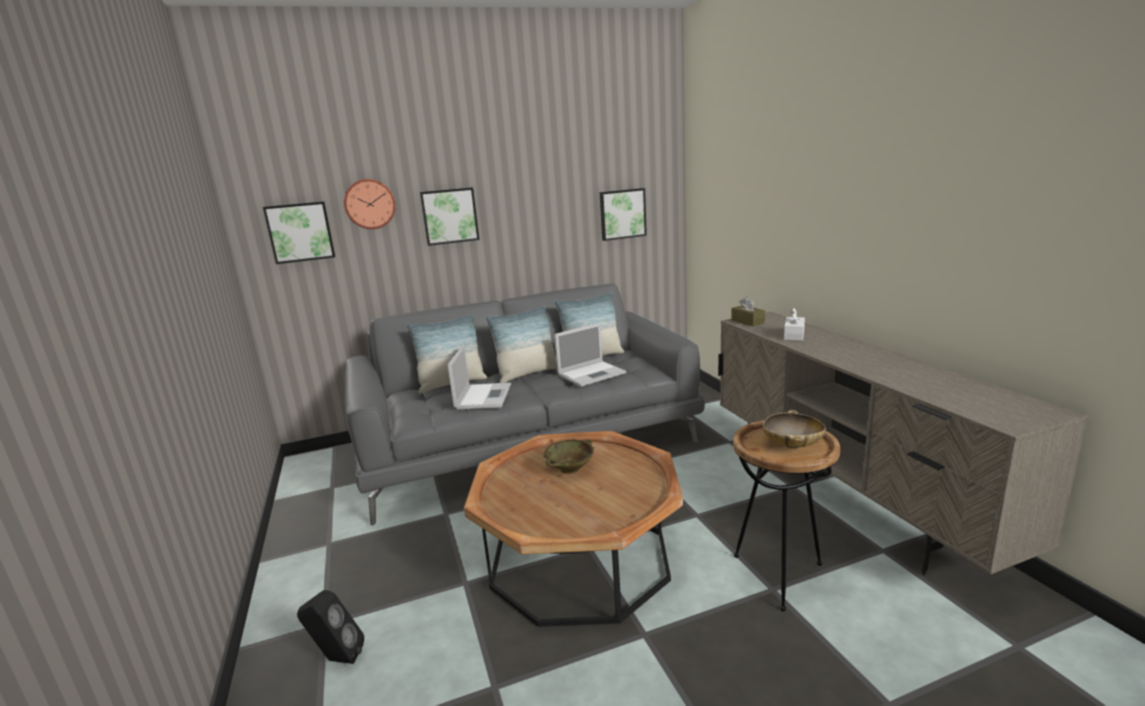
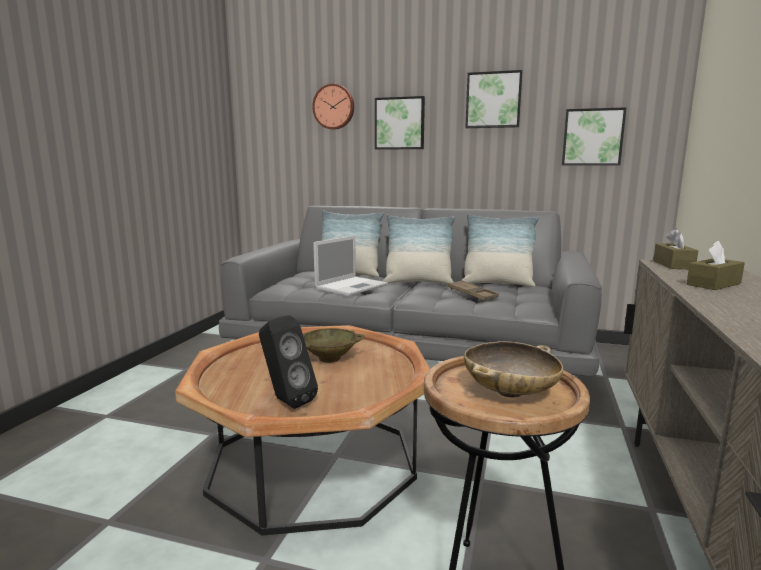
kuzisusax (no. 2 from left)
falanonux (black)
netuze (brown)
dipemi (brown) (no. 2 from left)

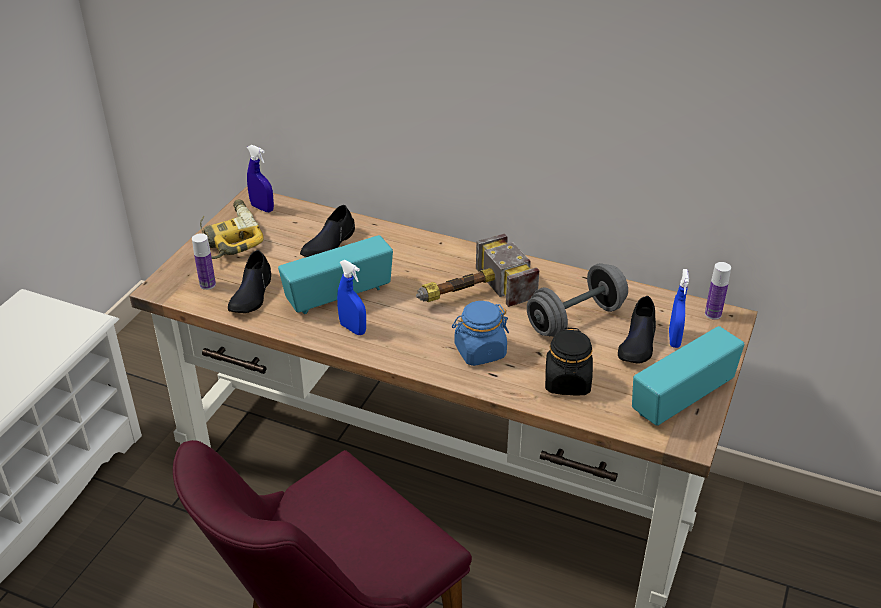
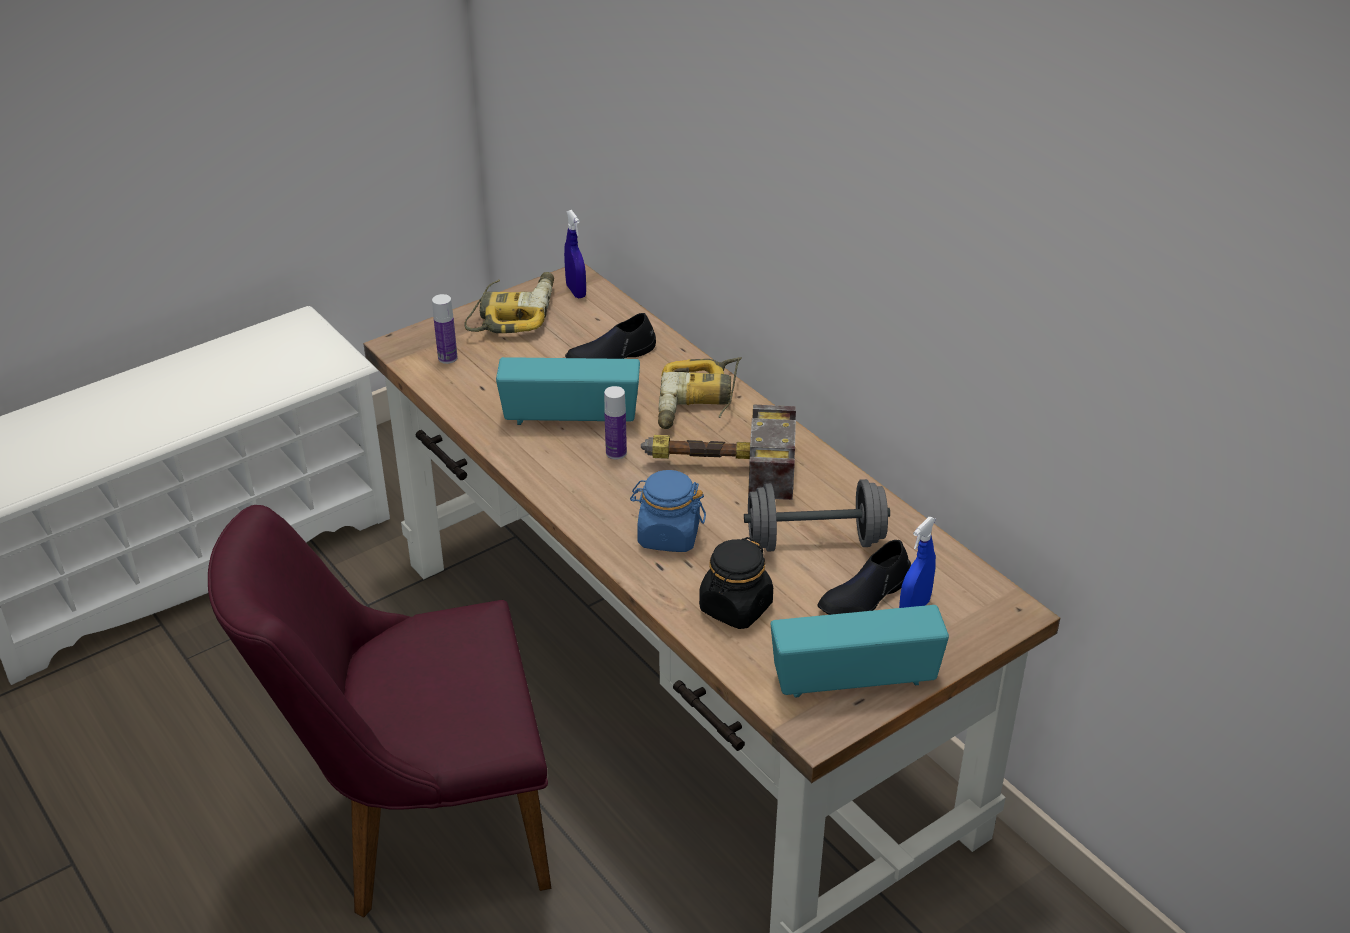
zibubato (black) (no. 1 from left in the first image)
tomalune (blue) (no. 2 from left in the first image)
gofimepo (no. 2 from left)
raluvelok (no. 2 from left)

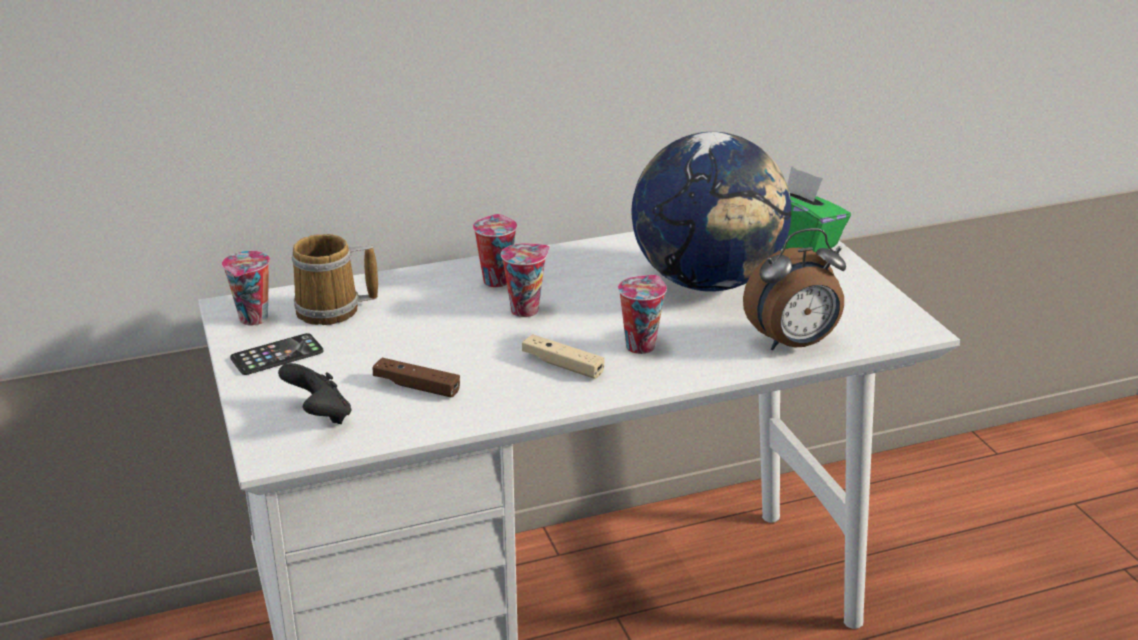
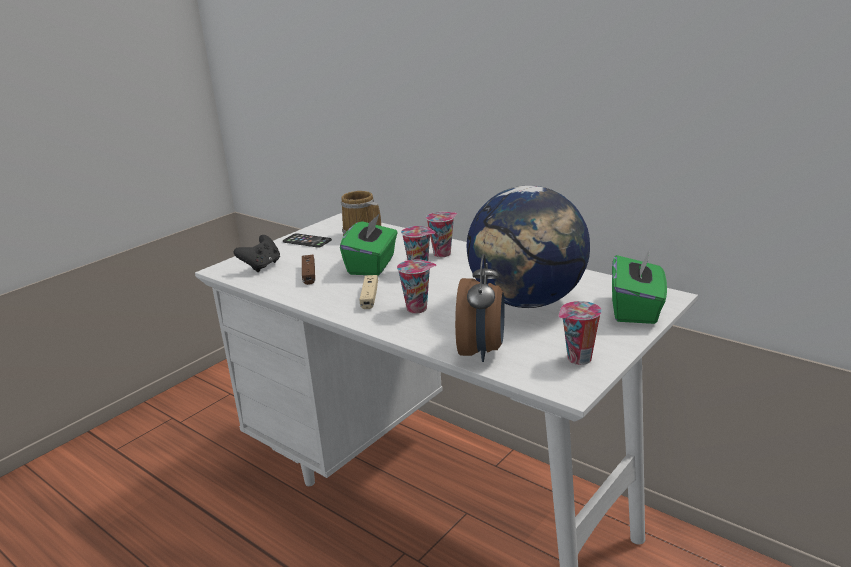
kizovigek (no. 4 from left)
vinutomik
dipemi (green) (no. 1 from left)

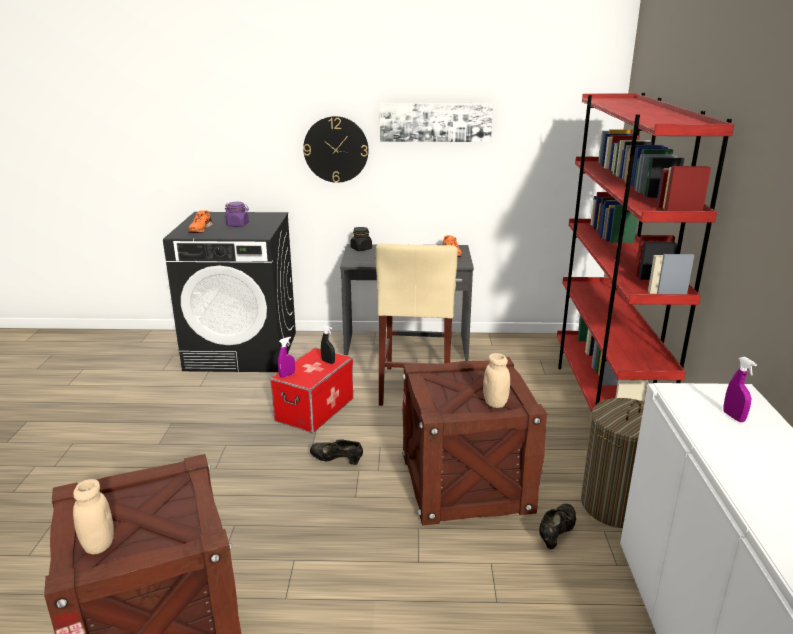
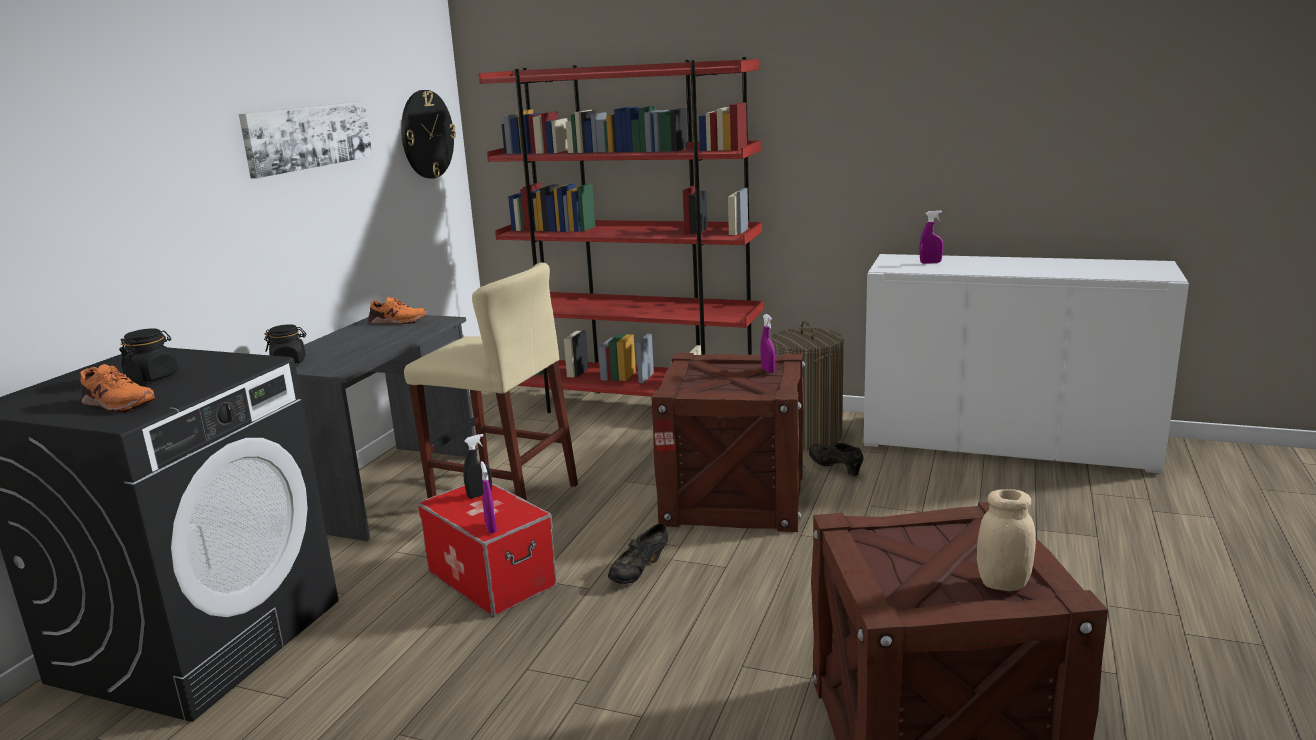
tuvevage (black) (no. 1 from left)
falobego
tomalune (purple) (no. 2 from left)

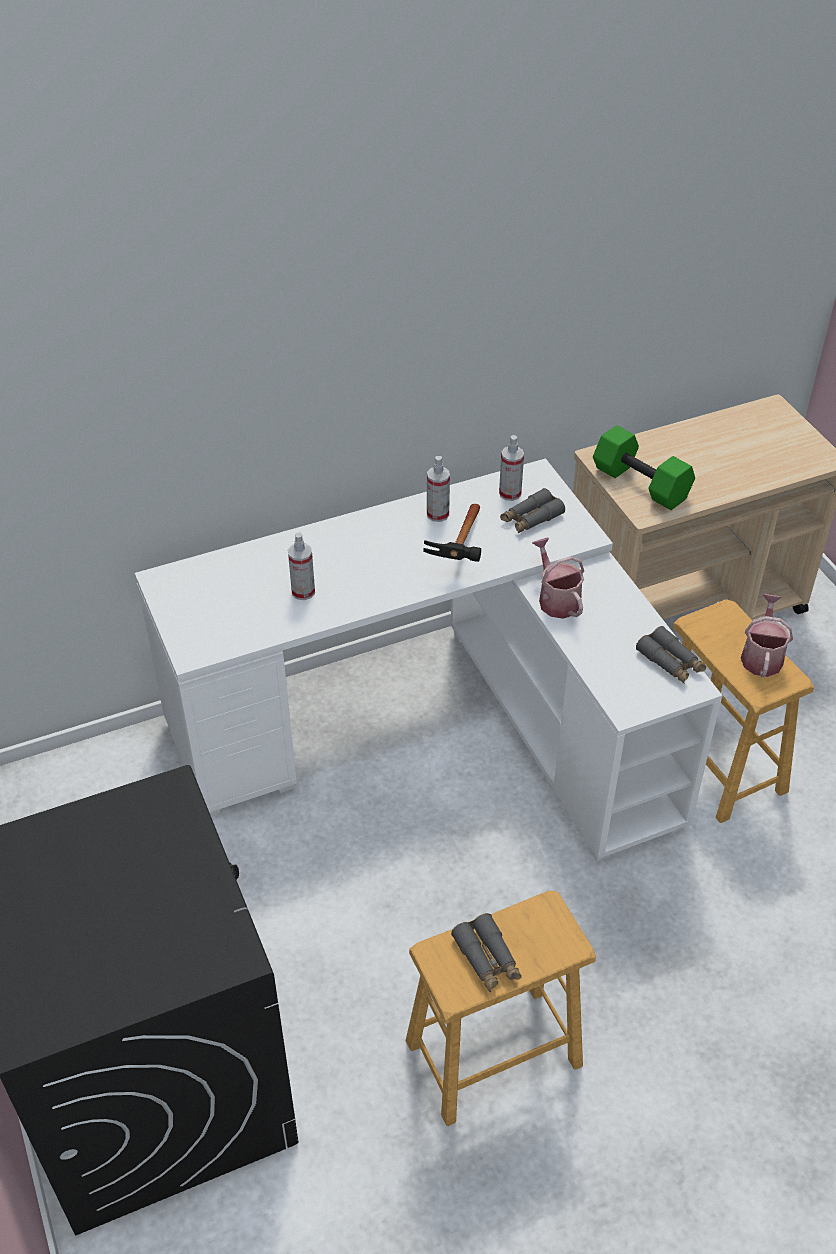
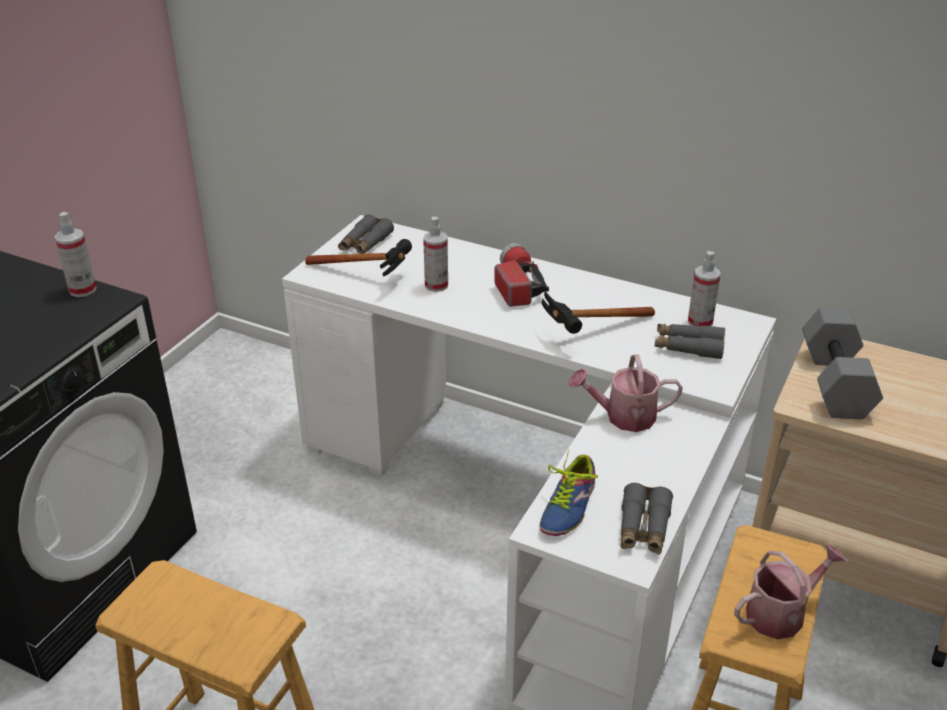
tomalune (no. 1 from left)
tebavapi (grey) (no. 1 from left)
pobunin (no. 1 from left)
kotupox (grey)
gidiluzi (no. 1 from left)
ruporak
zibubato

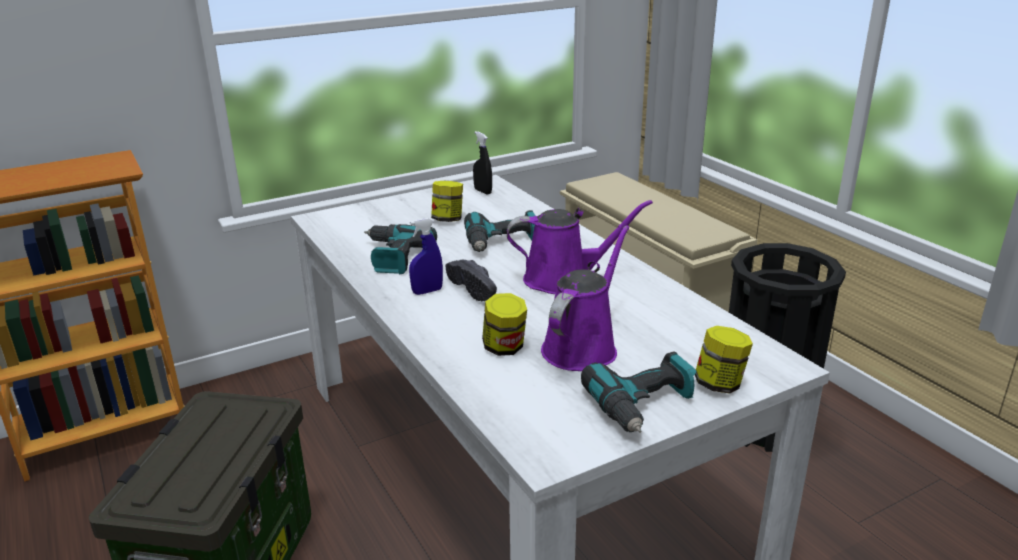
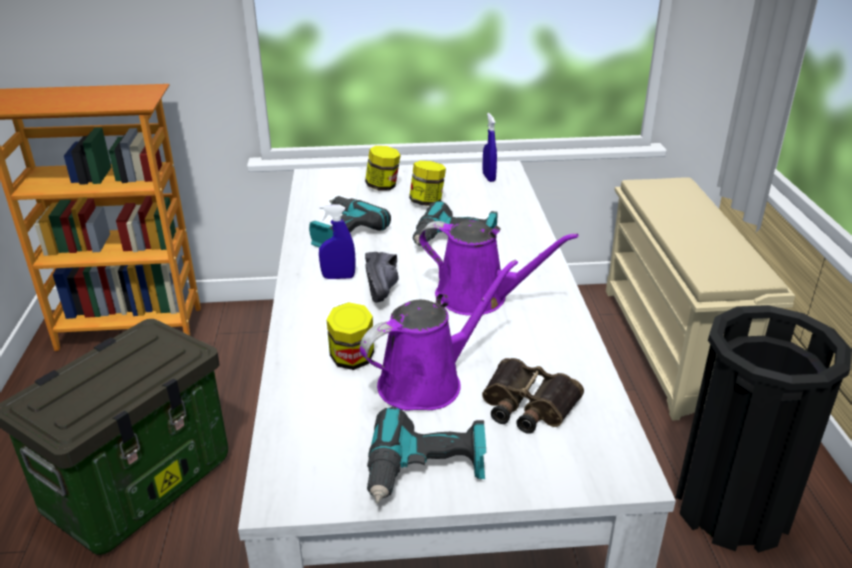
tomalune (blue) (no. 2 from left)
tuvevage (no. 2 from left)
tebavapi

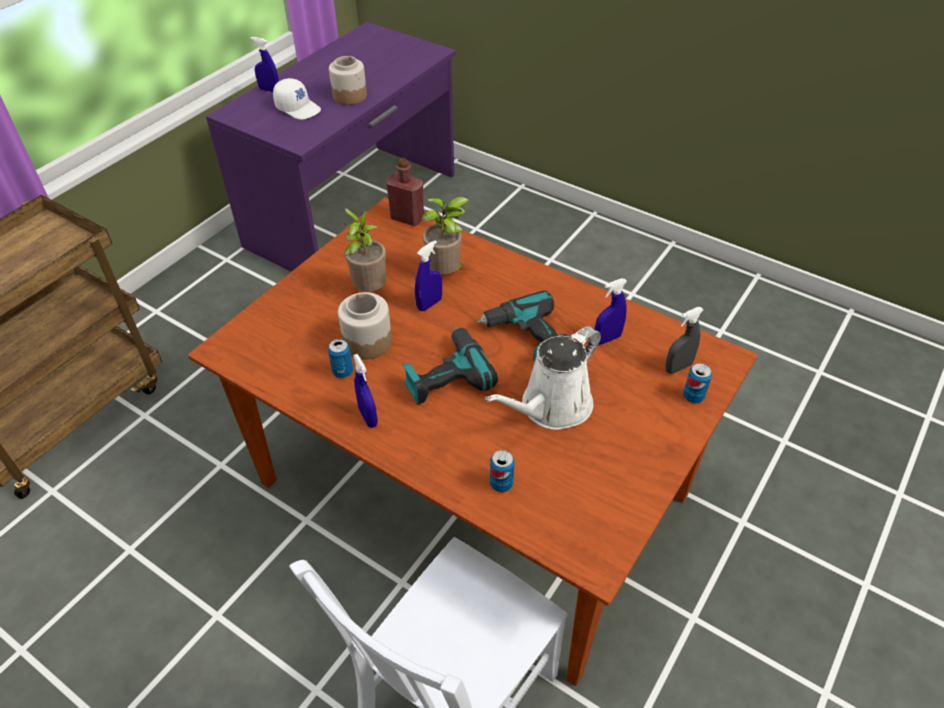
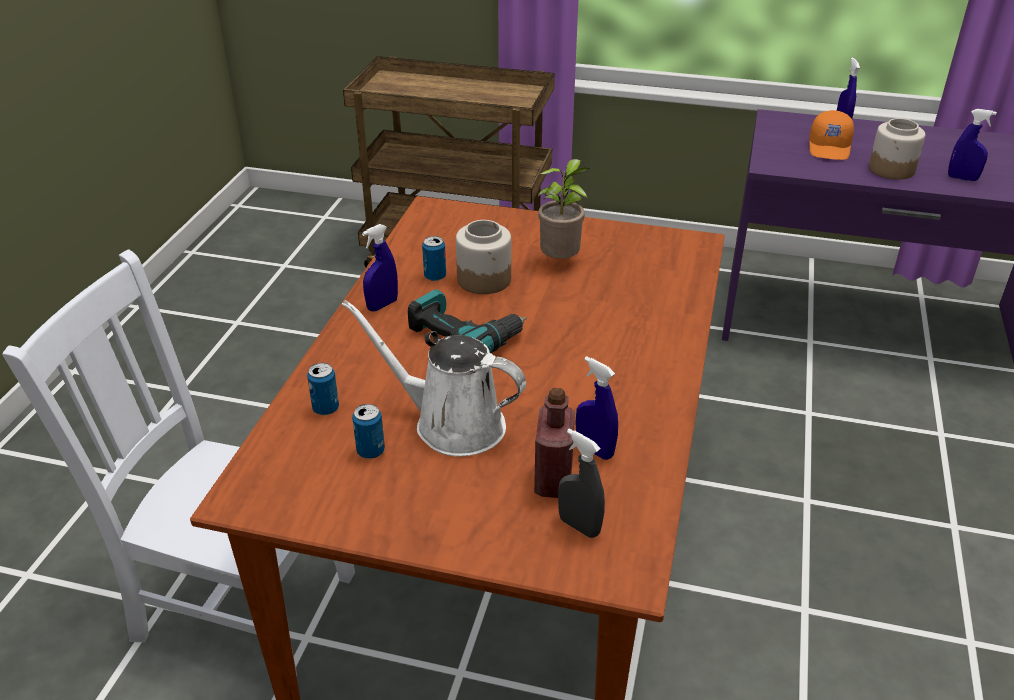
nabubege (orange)
gofimepo (red)
tomalune (blue) (no. 4 from left)
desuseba (no. 2 from left in the first image)
raluvelok (no. 2 from left in the first image)
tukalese (no. 2 from left)

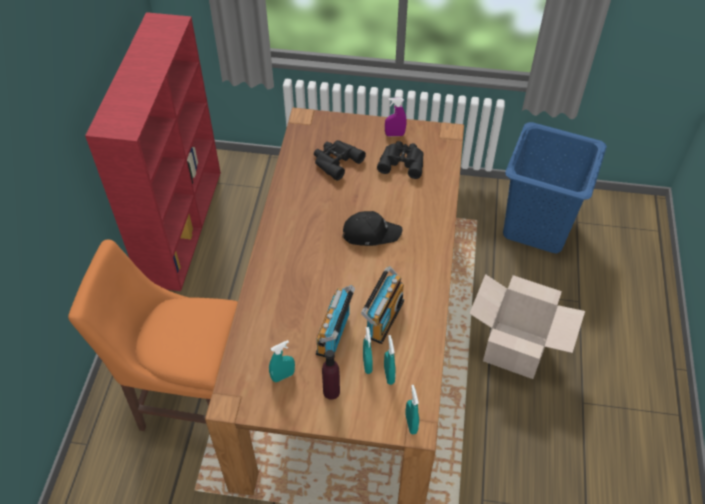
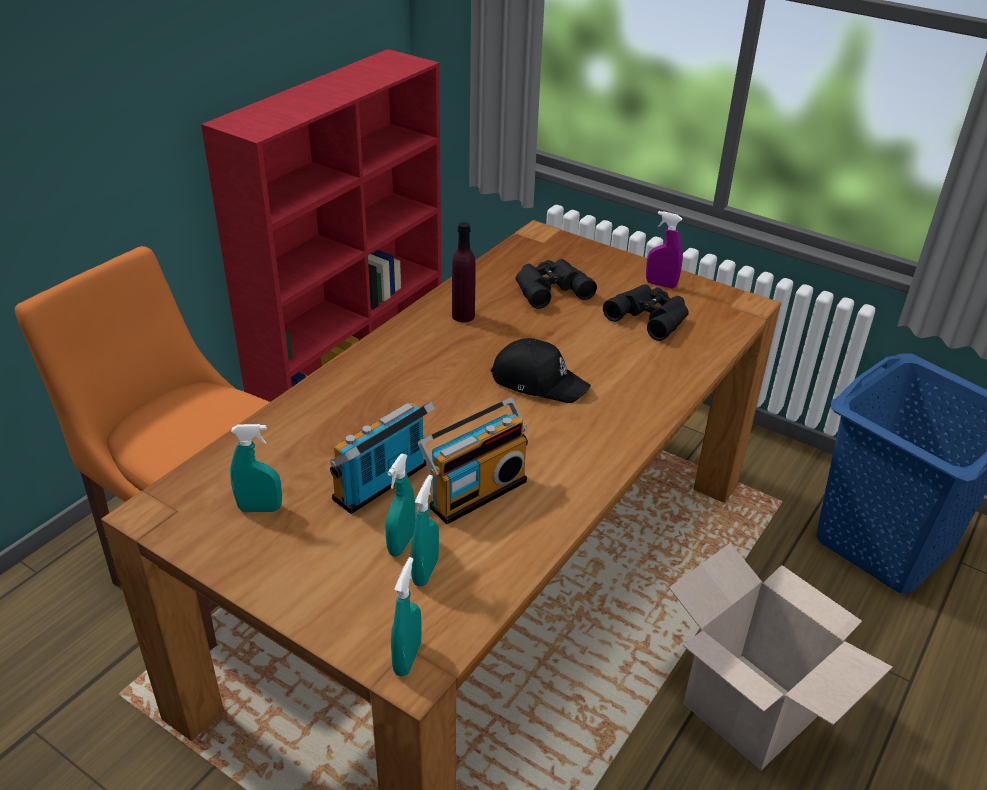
gofimepo (purple)

